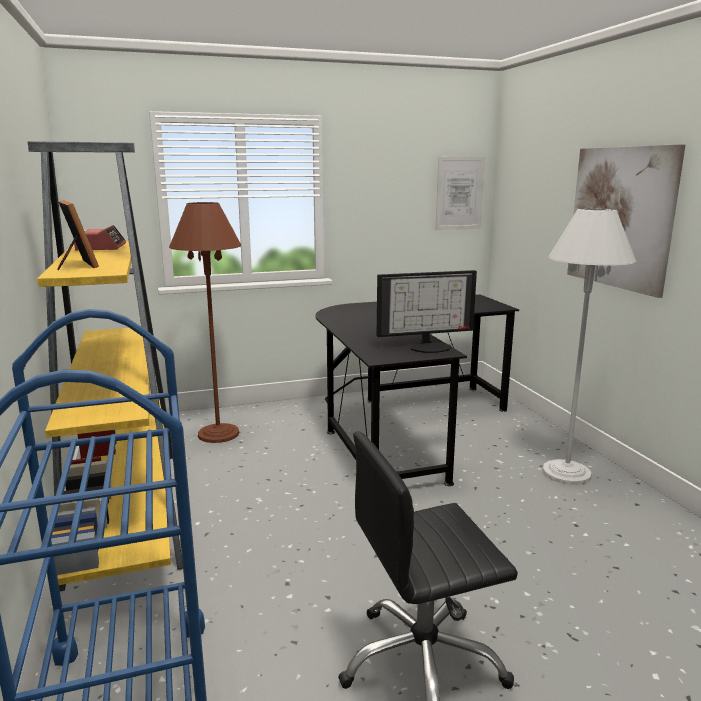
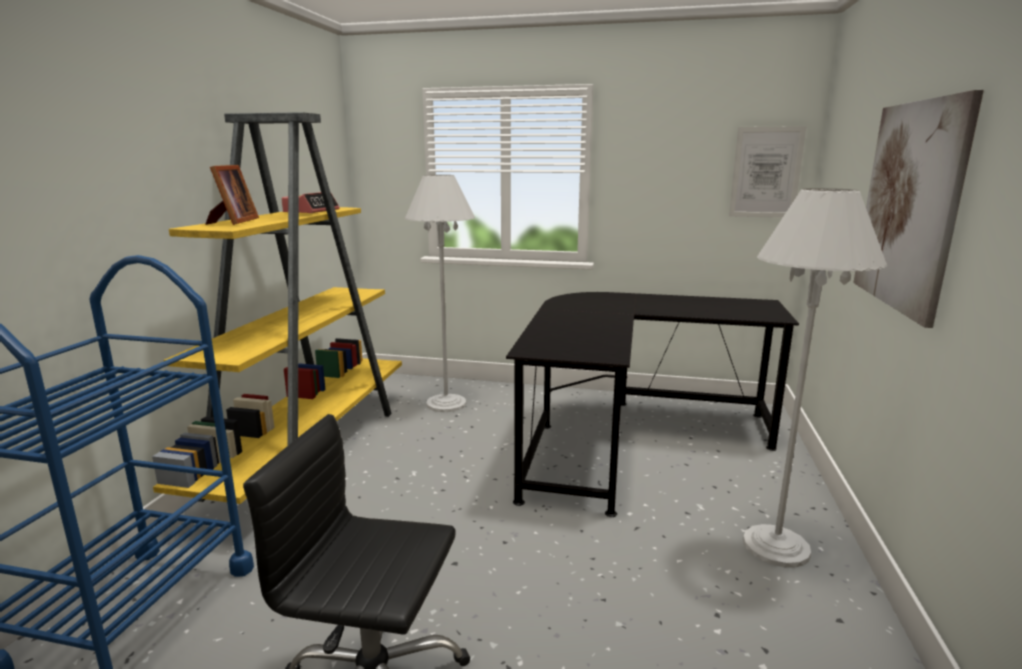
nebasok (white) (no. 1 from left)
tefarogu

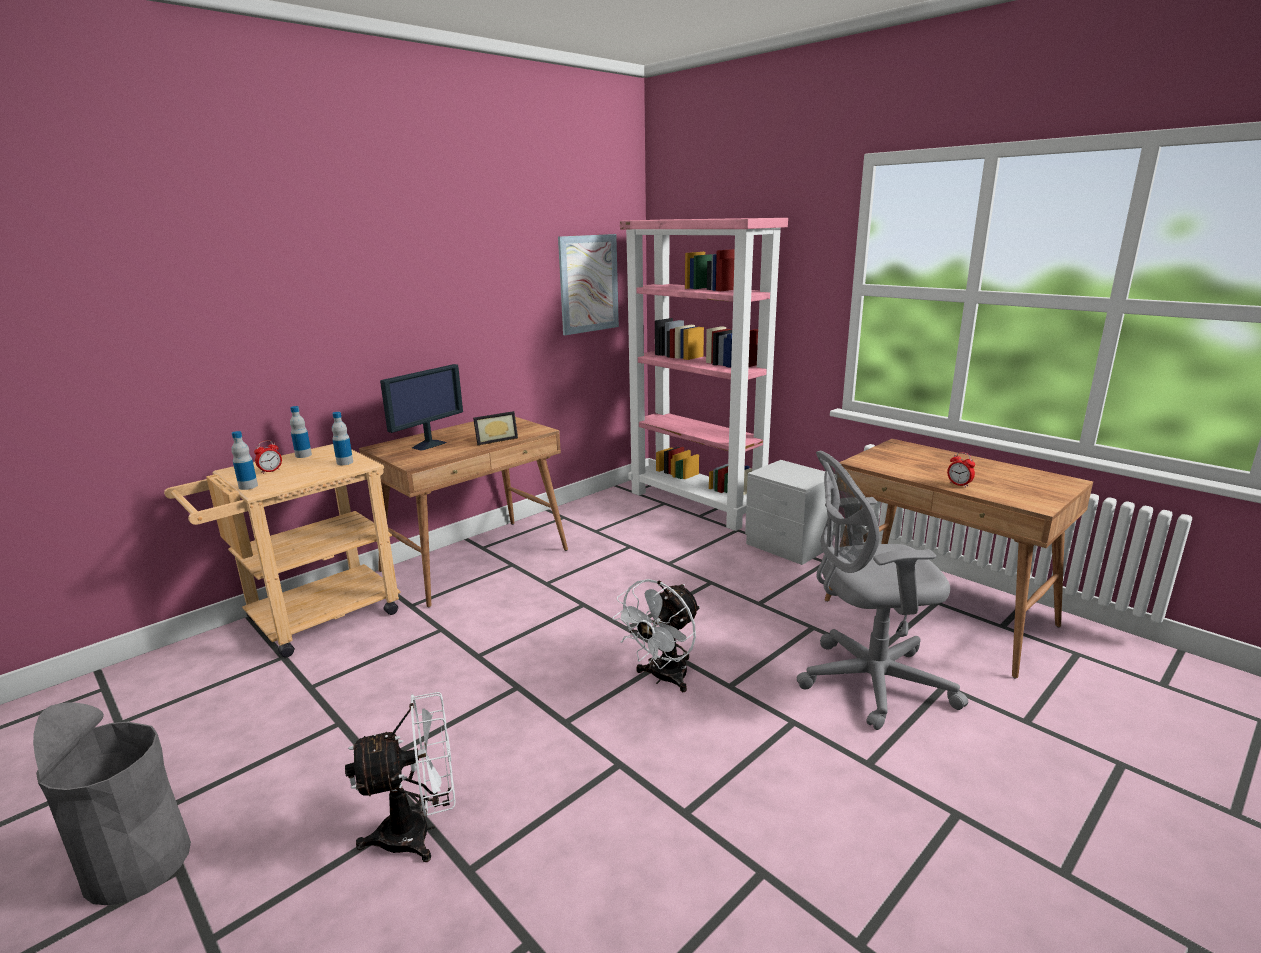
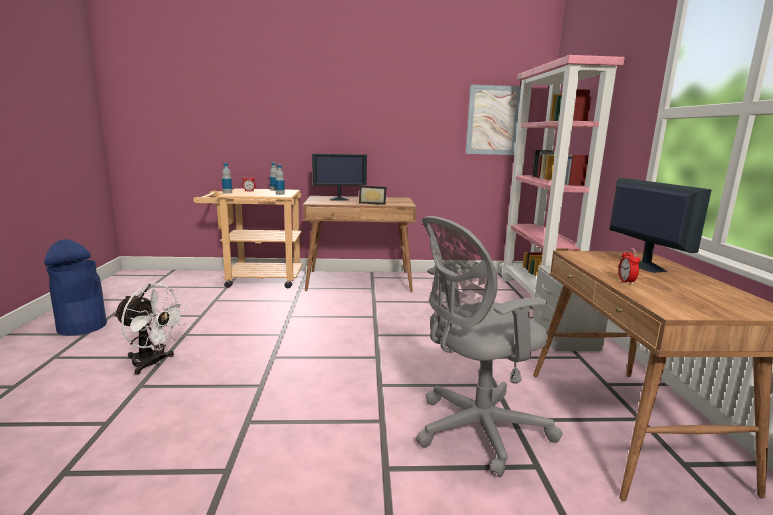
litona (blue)
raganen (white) (no. 2 from left in the first image)
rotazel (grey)
tefarogu (no. 2 from left)

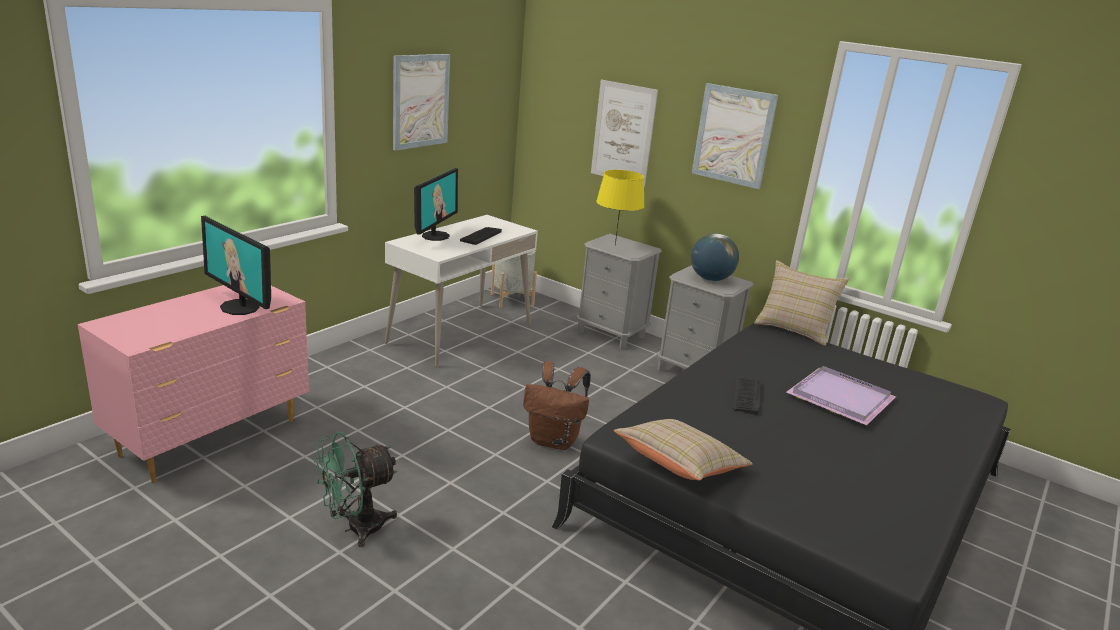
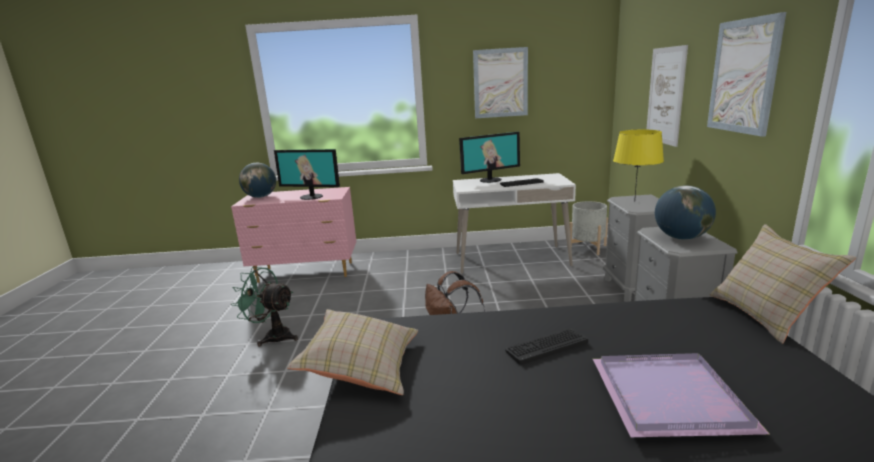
tefarogu (no. 1 from left)
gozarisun (no. 1 from left)

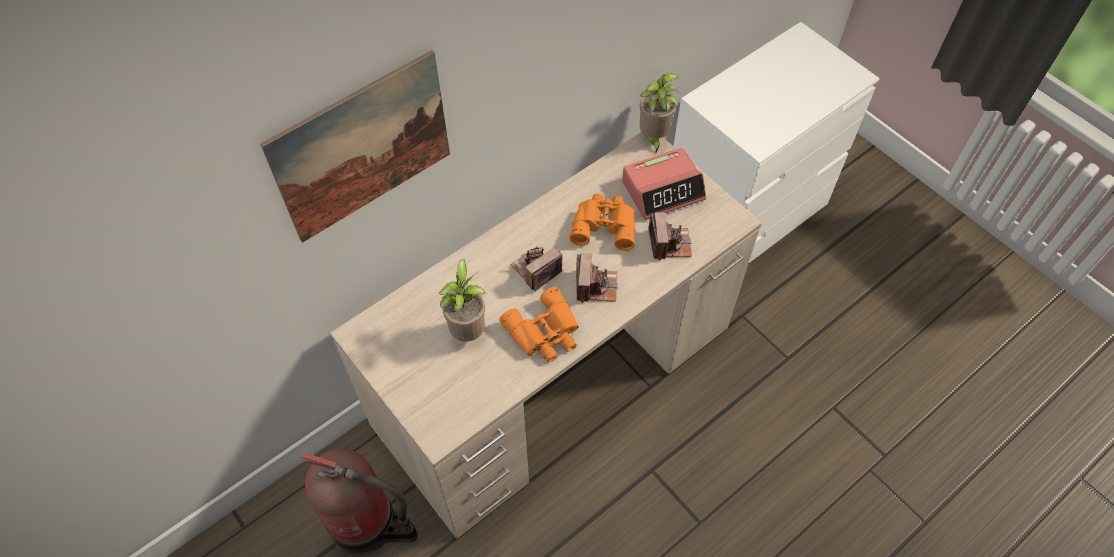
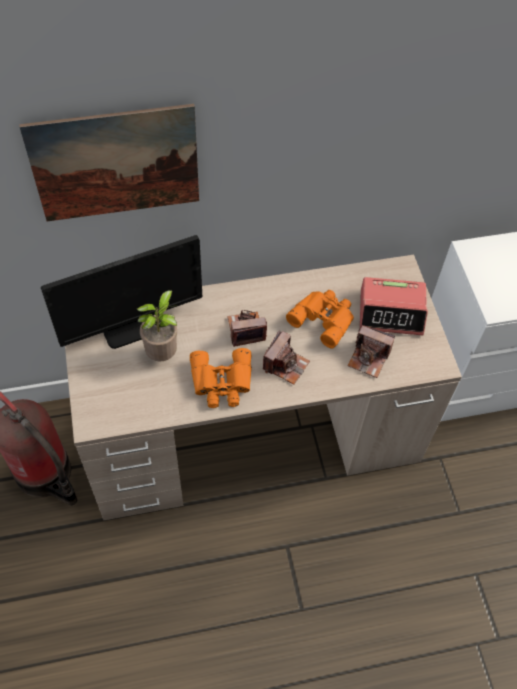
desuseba (no. 2 from left in the first image)
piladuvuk (no. 3 from left)
tefarogu

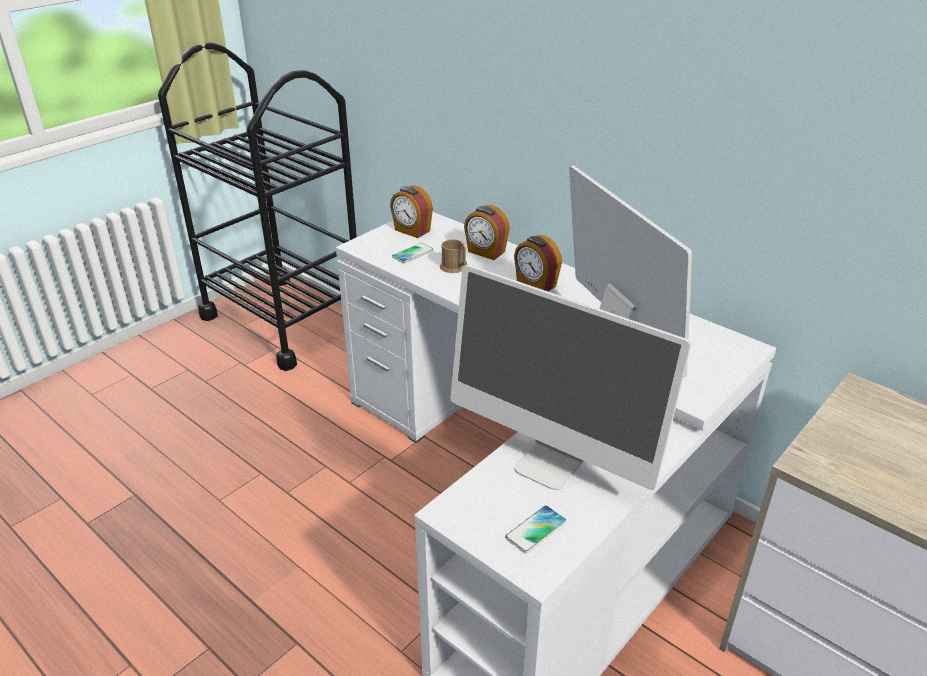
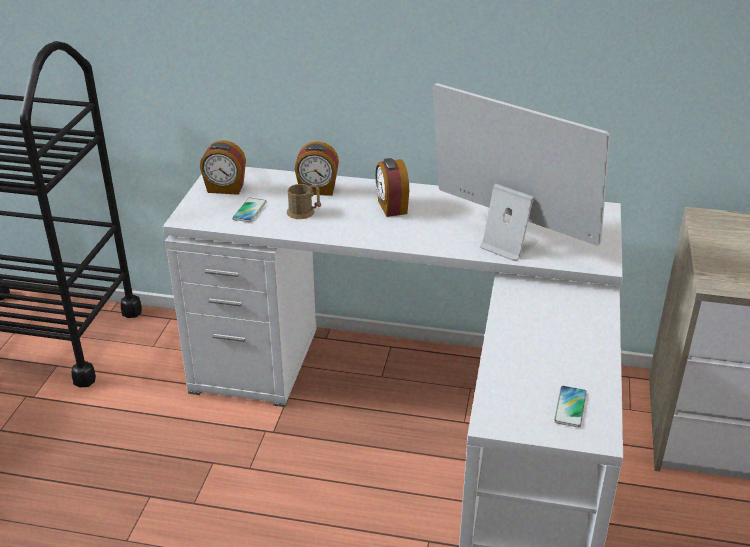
tefarogu (no. 1 from left in the first image)
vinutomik (no. 3 from left)

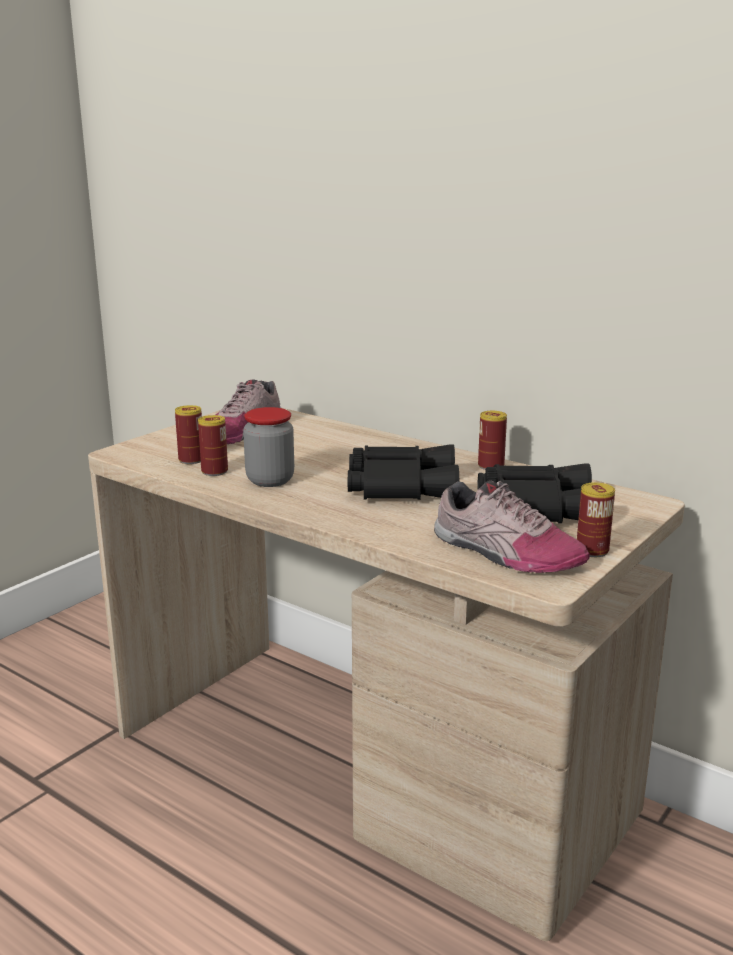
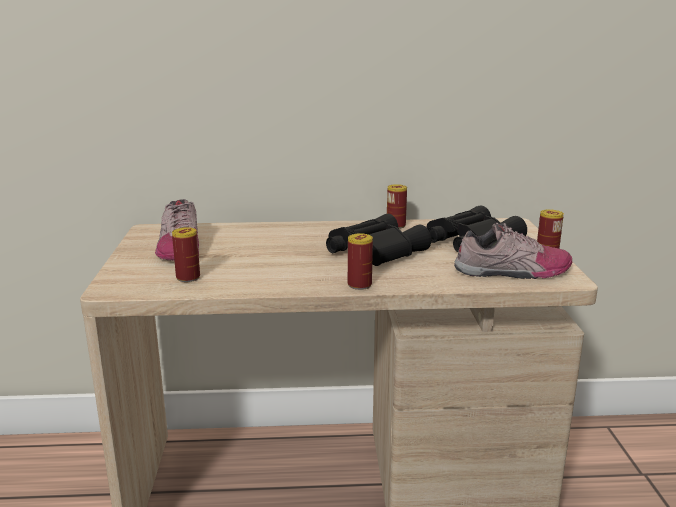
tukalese (no. 2 from left)
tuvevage

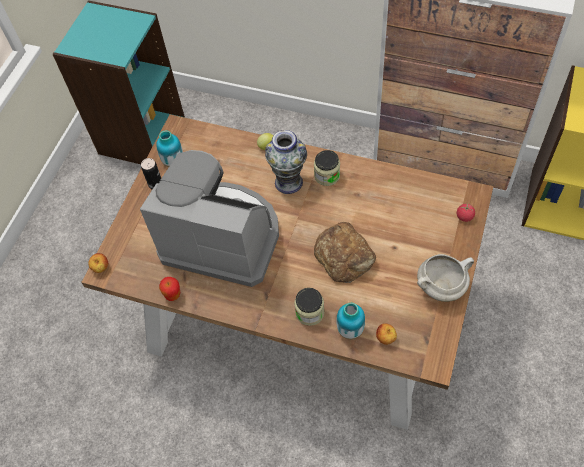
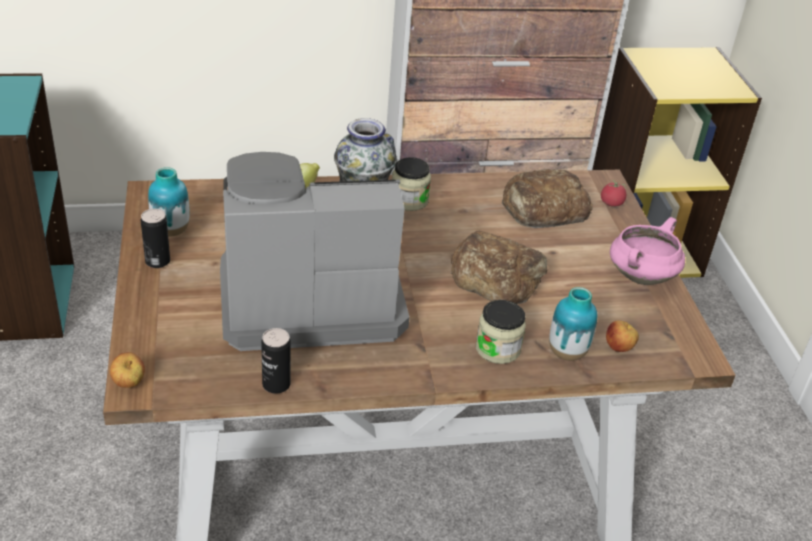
tukalese (no. 2 from left)
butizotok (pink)
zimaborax (no. 2 from left)

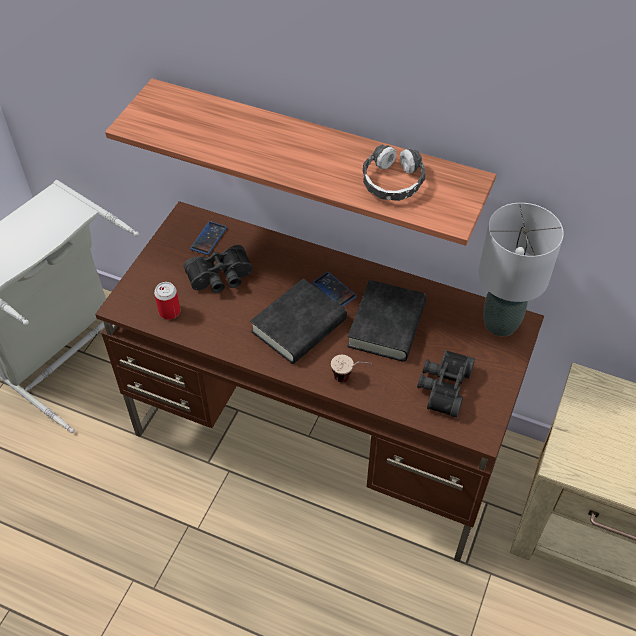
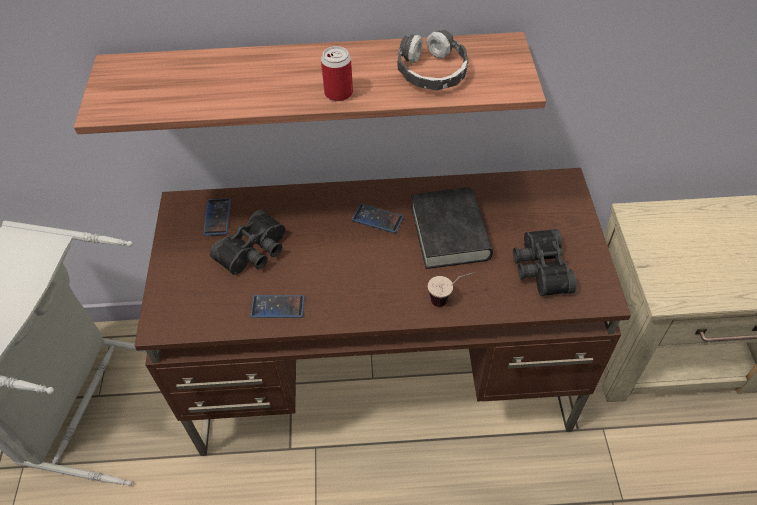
tukalese
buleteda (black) (no. 1 from left in the first image)
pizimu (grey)
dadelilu (no. 2 from left)

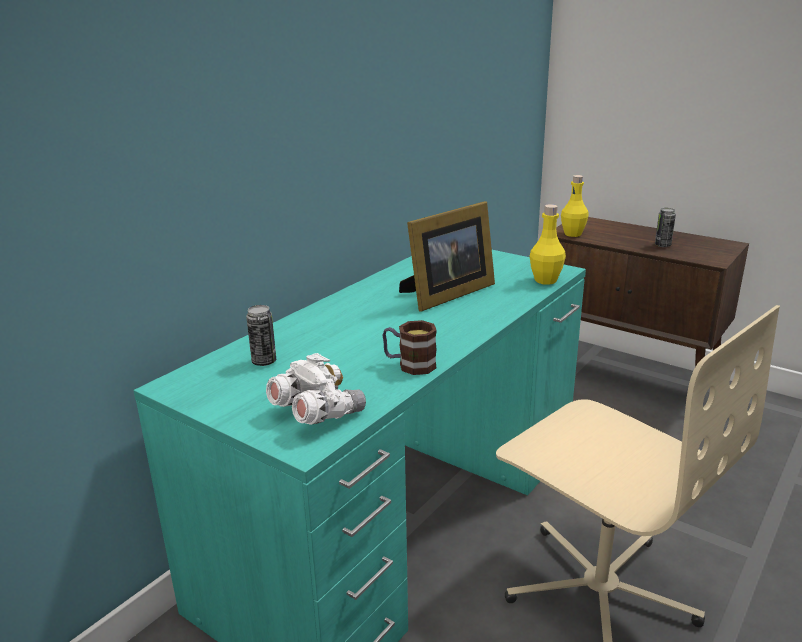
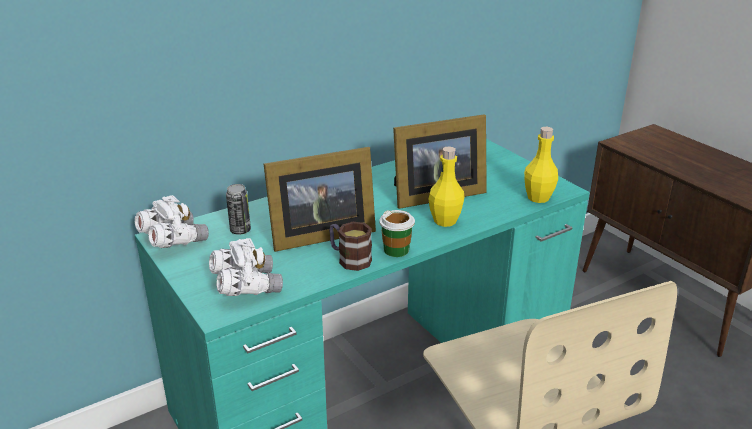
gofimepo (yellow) (no. 1 from left)
tukalese (no. 2 from left in the first image)
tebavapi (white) (no. 1 from left)
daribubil (no. 1 from left)
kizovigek

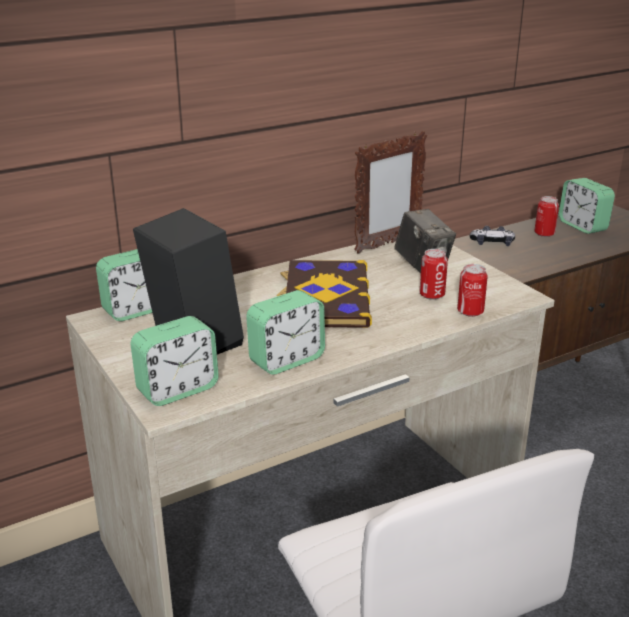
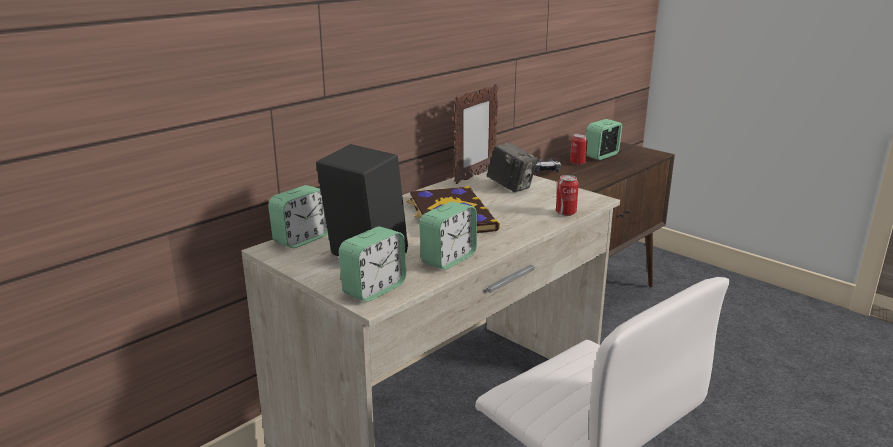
tukalese (no. 1 from left in the first image)
vinutomik (no. 4 from left)

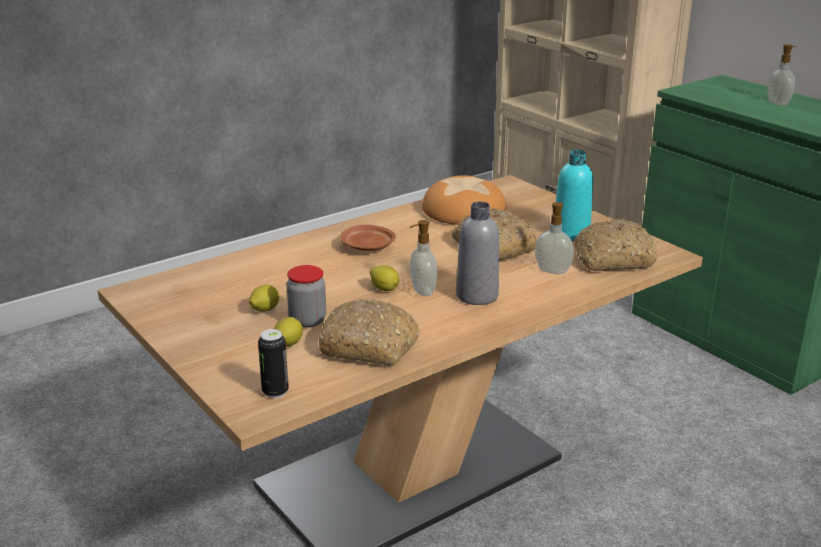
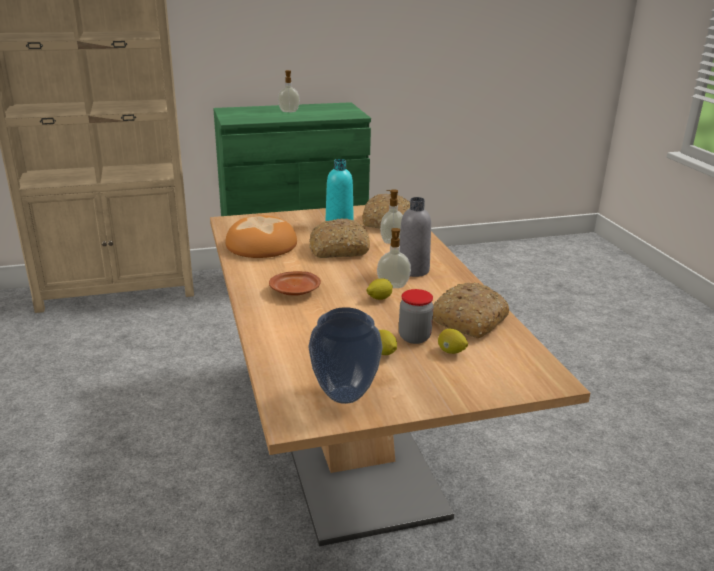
tukalese
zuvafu

